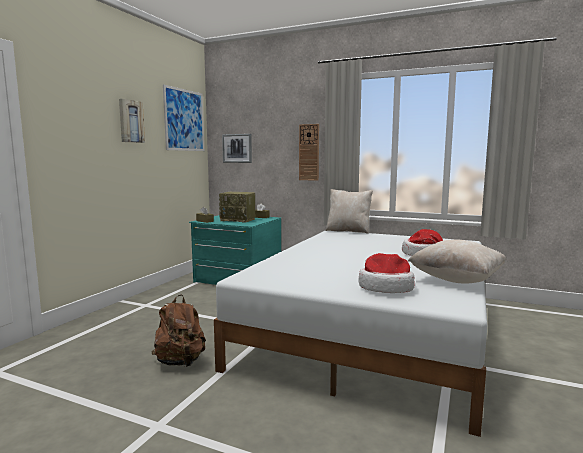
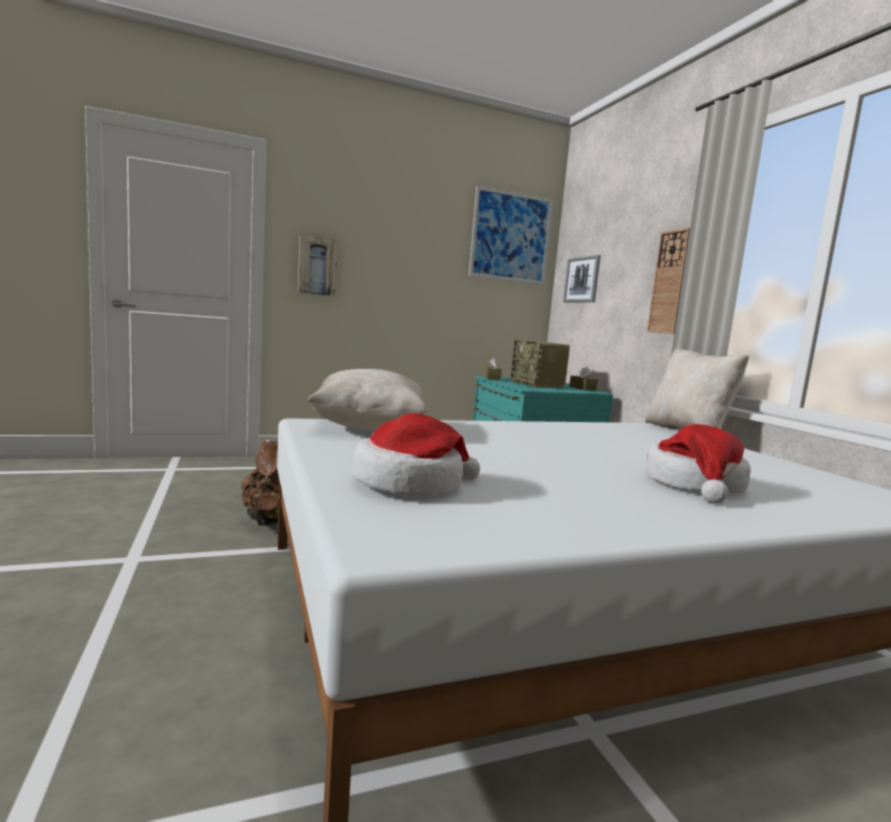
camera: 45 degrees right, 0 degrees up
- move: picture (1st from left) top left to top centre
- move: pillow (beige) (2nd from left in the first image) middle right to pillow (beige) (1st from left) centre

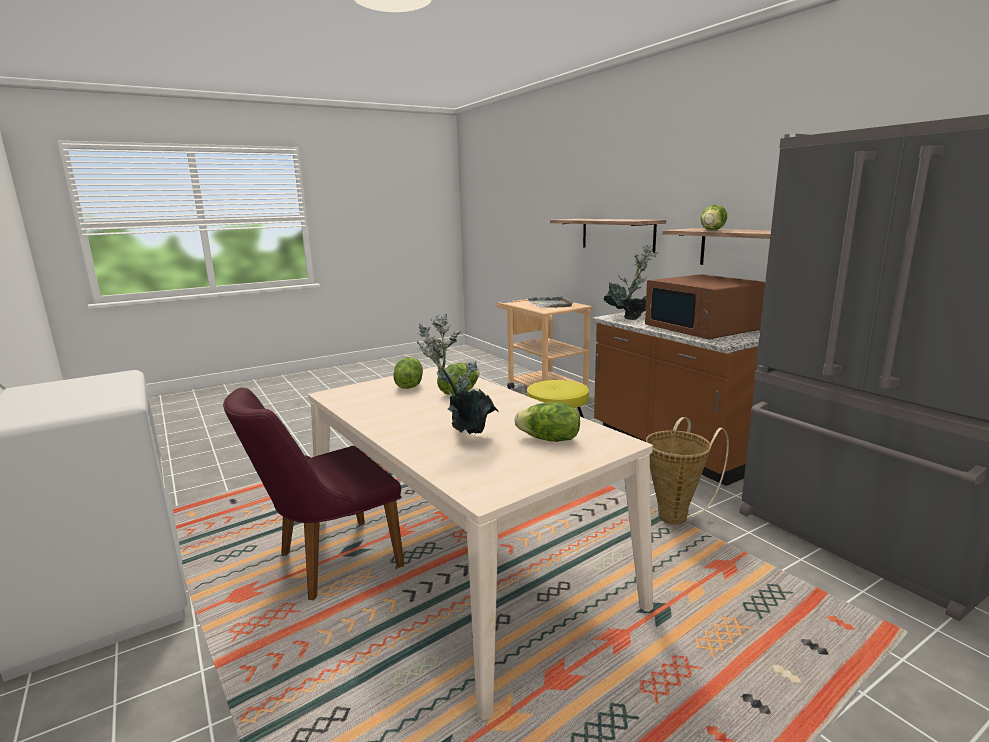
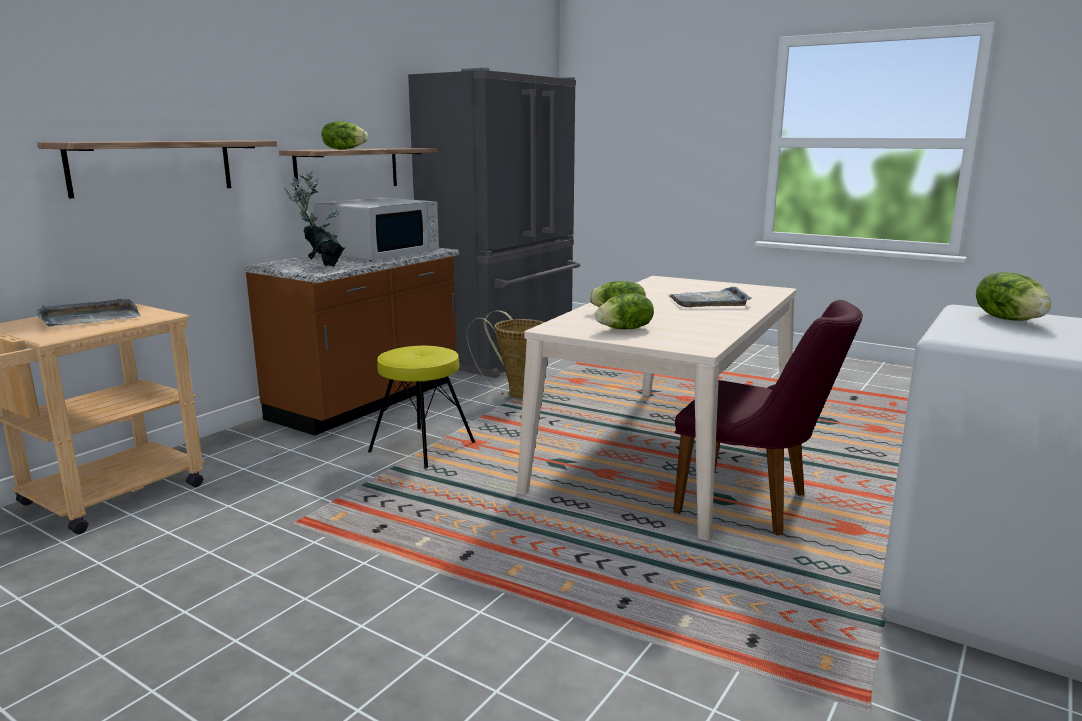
camera: 115 degrees left, 0 degrees up
- recolor: microwave (brown) middle right to microwave (white) top centre
- replace: potted plant (1st from left) centre to tray (grey) (2nd from left) centre
- move: lettuce (3rd from left in the first image) centre to lettuce (4th from left) middle right

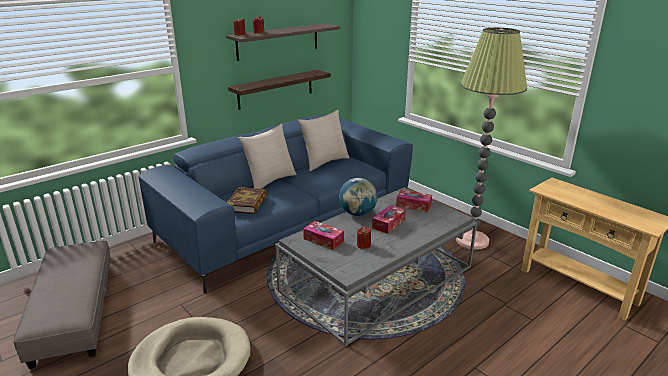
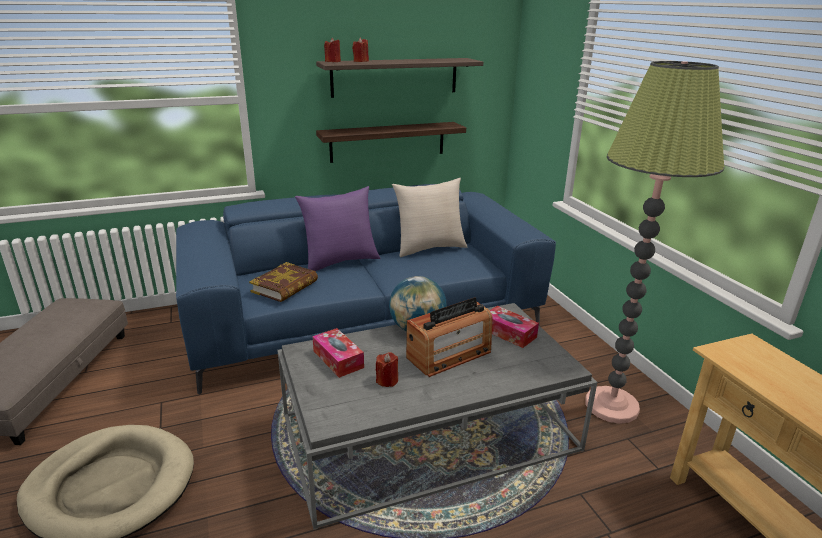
camera: 20 degrees right, 0 degrees up
- recolor: pillow (beige) (1st from left) centre to pillow (purple) centre
- replace: tissue box (2nd from left) centre to radio centre

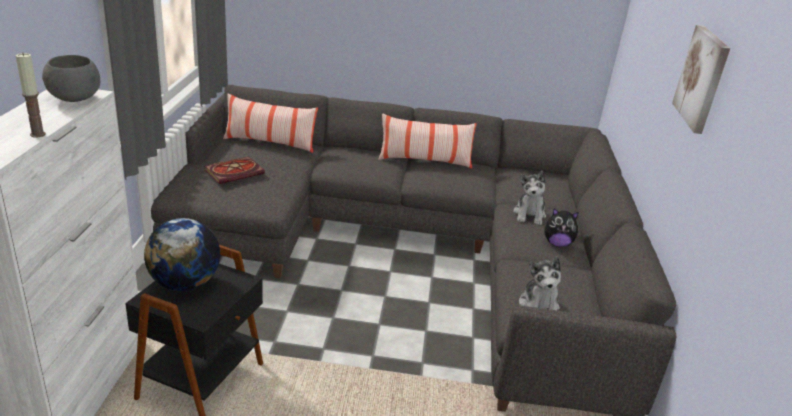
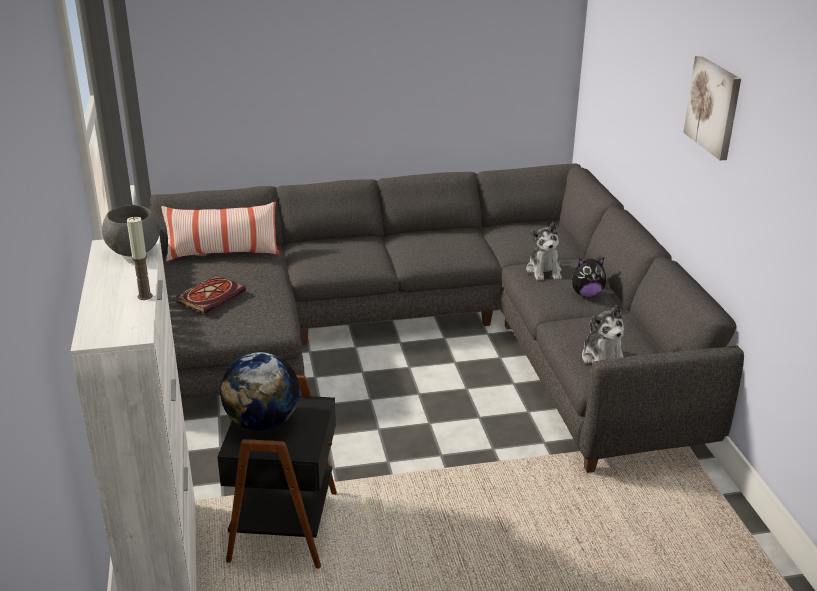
camera: 15 degrees left, 0 degrees up
- delete: pillow (2nd from left) centre

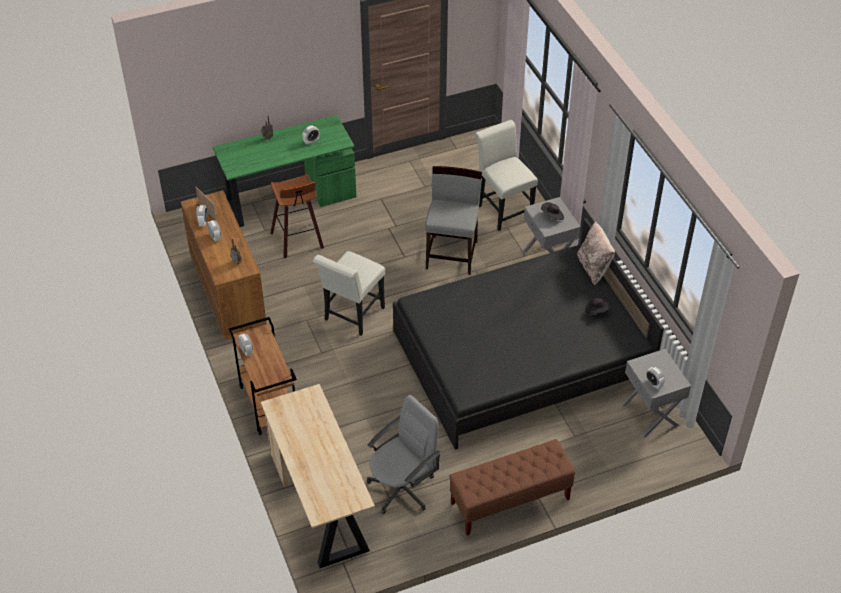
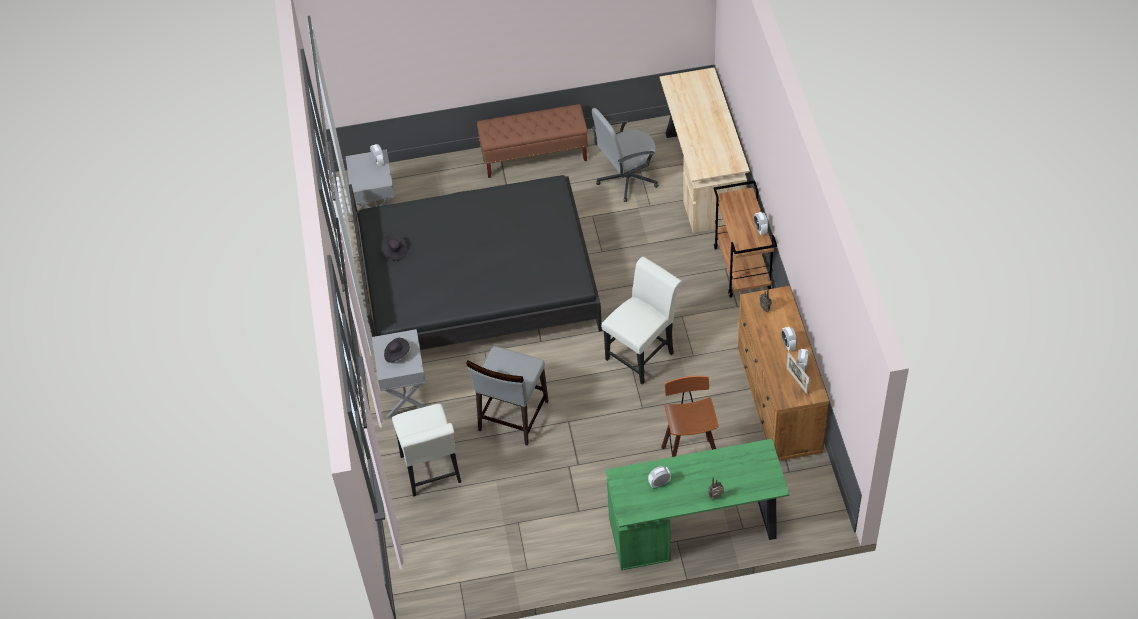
camera: 165 degrees left, 5 degrees up
- delete: pillow (beige) middle right

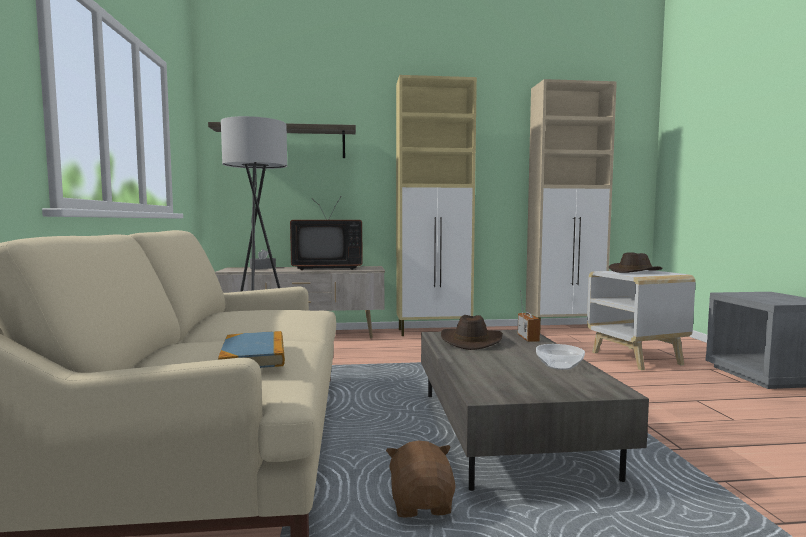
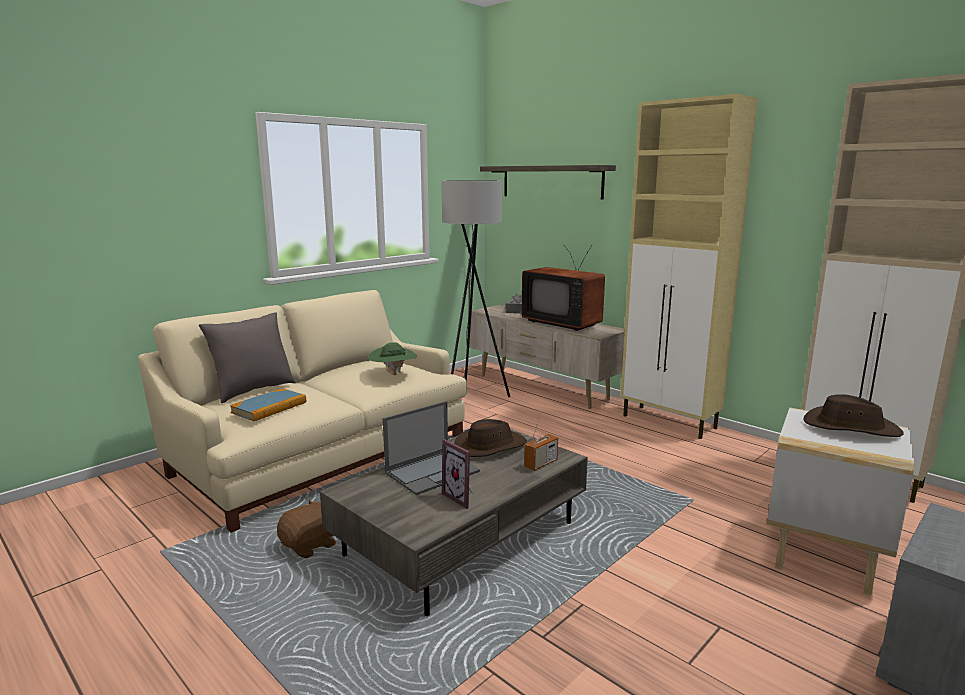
camera: 50 degrees right, 10 degrees up
- insert: pillow (grey) middle left
- insert: hat (green) centre
- insert: laptop centre
- replace: bowl middle right to picture frame bottom centre

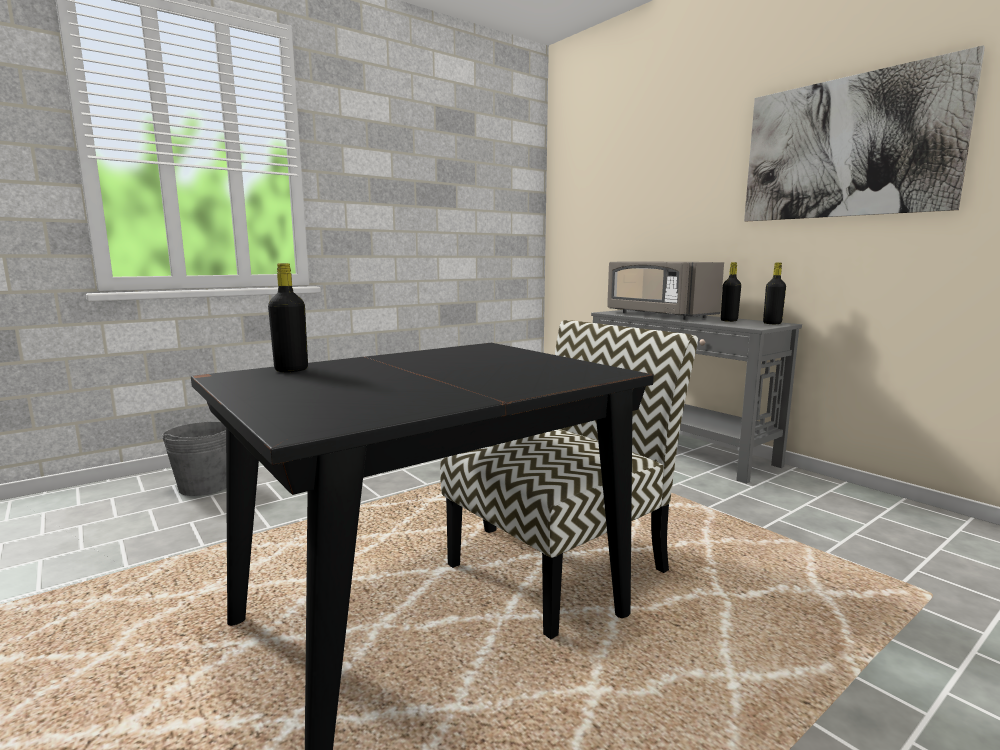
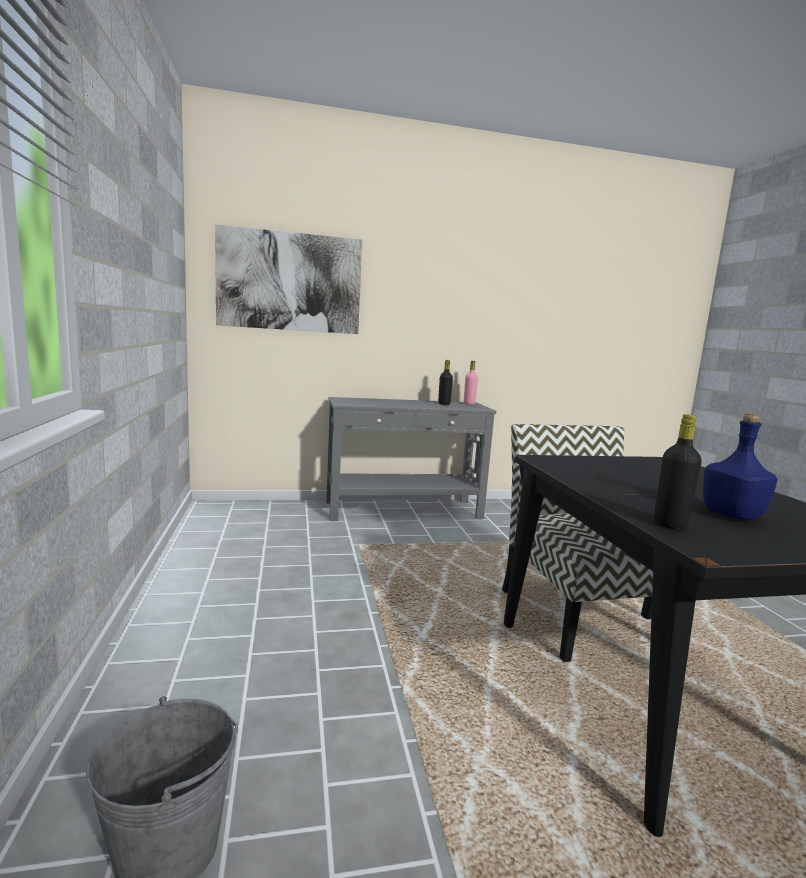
camera: 65 degrees left, 0 degrees up
- move: picture top right to top centre
- recolor: bottle (black) (3rd from left) middle right to bottle (pink) centre
- insert: bottle (blue) middle right
- delete: microwave (grey) centre

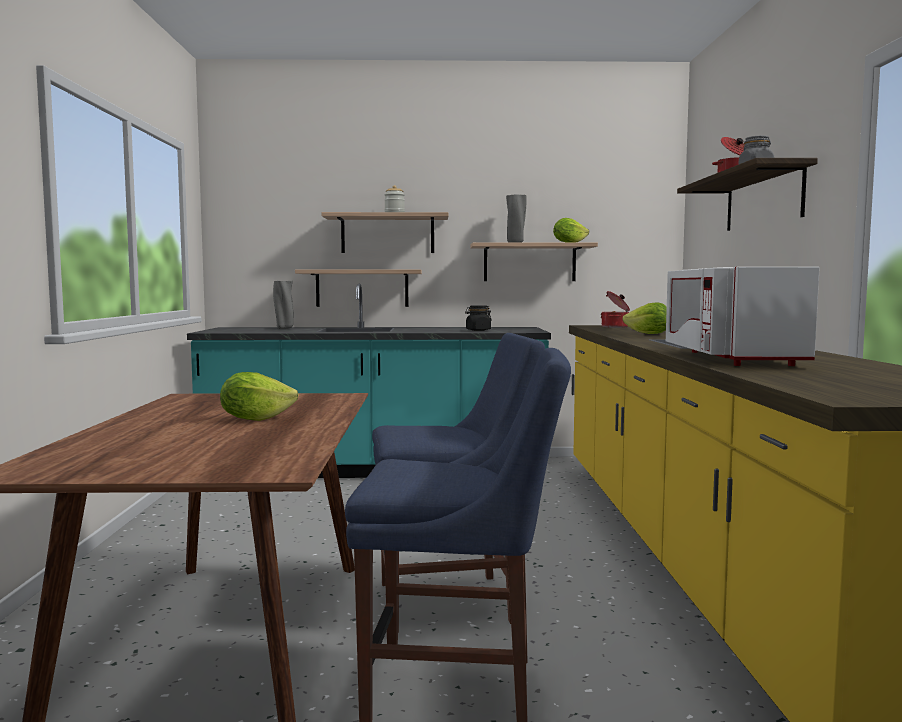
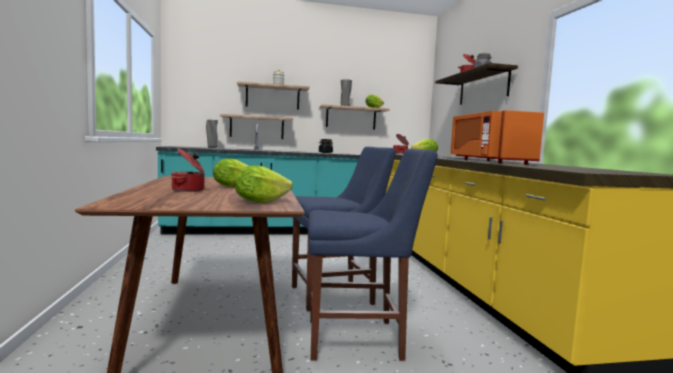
camera: 10 degrees left, 0 degrees up
- insert: cooking pot (1st from left) middle left
- insert: lettuce (2nd from left) centre
- recolor: microwave (white) middle right to microwave (orange) middle right

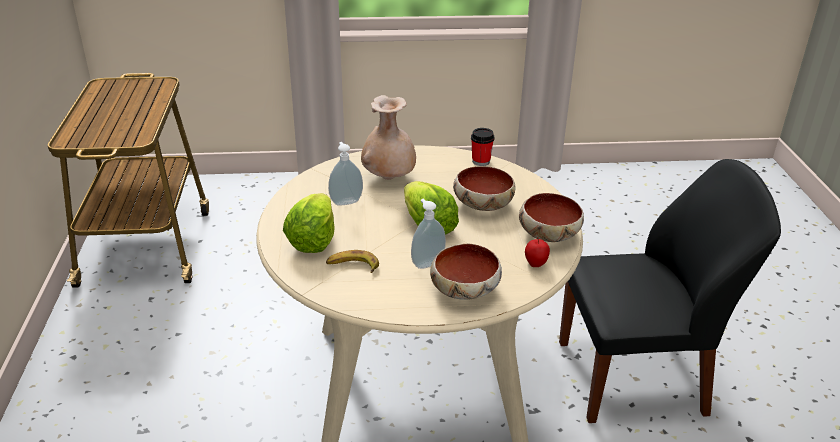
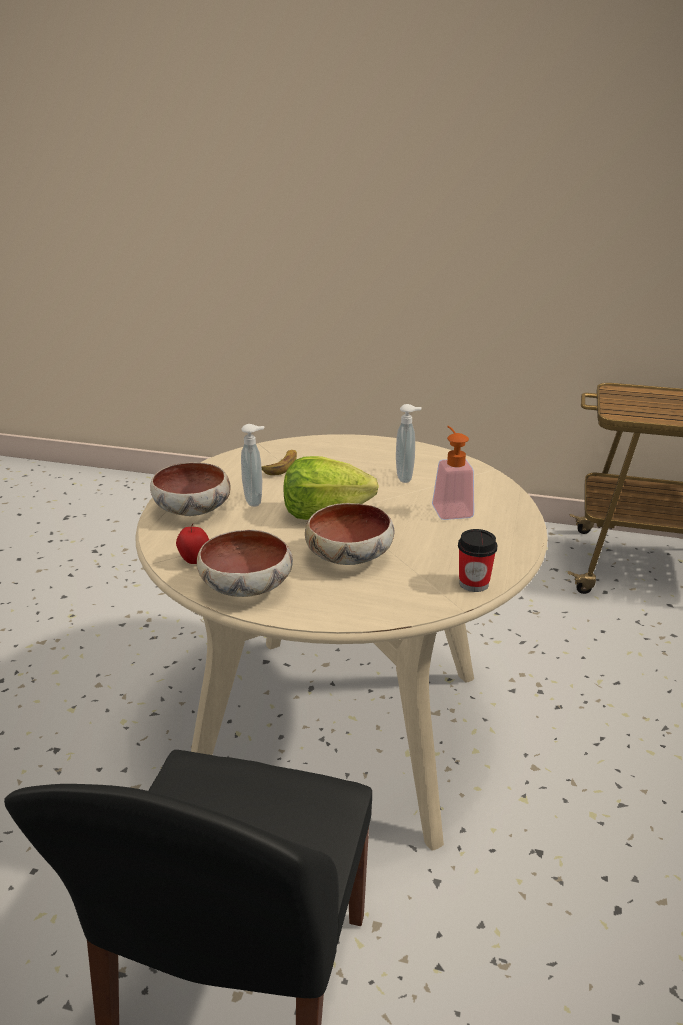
camera: 110 degrees right, 5 degrees down
- replace: vase (beige) top centre to soap dispenser (3rd from left) centre
- delete: lettuce (1st from left) centre

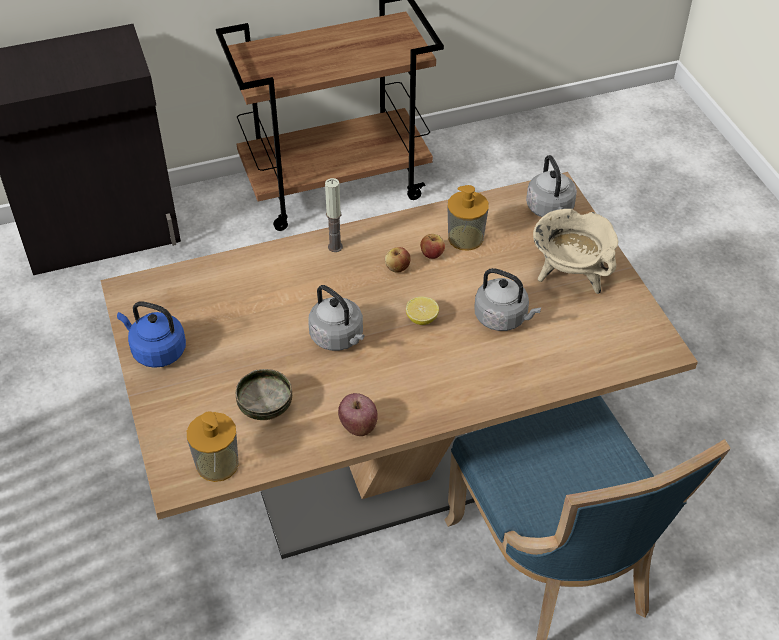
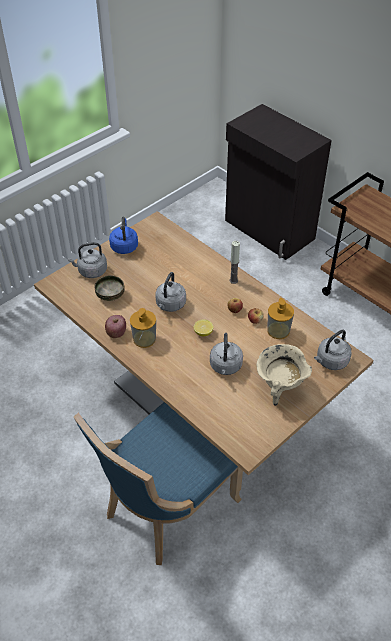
camera: 65 degrees right, 0 degrees up
- insert: kettle (grey) (1st from left) middle left
- move: soap dispenser (1st from left) bottom left to centre

